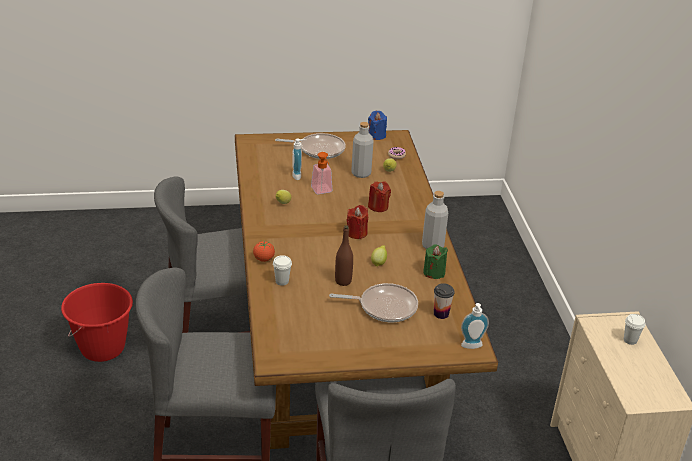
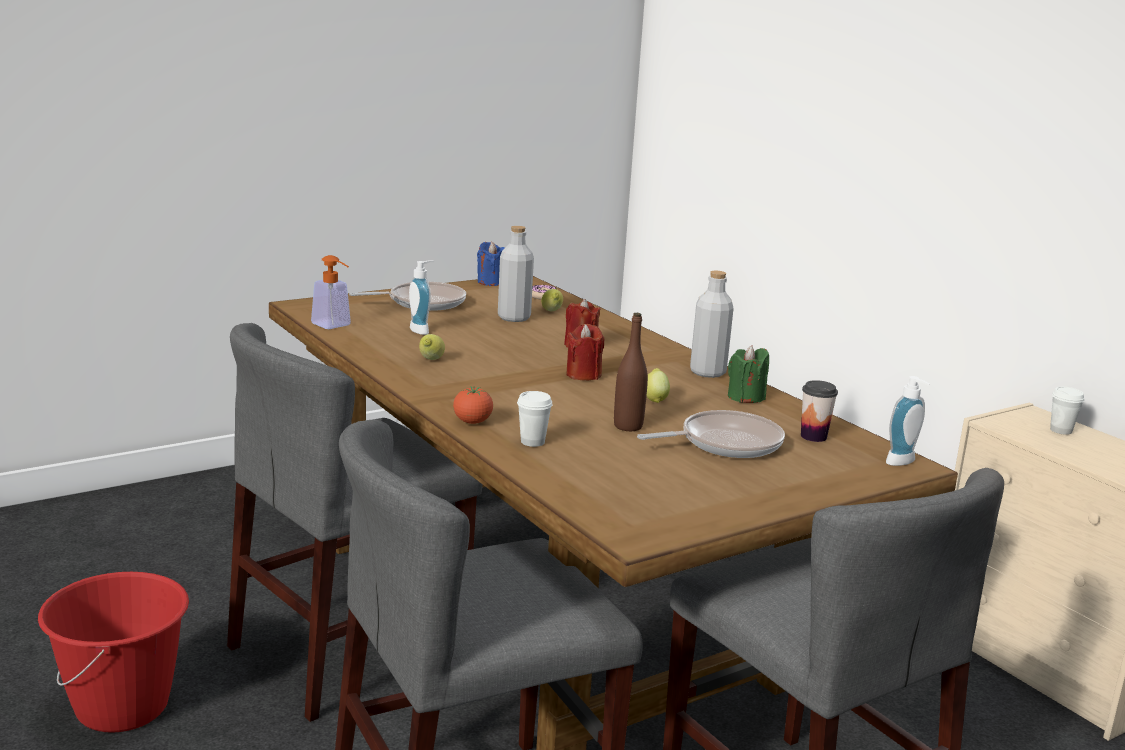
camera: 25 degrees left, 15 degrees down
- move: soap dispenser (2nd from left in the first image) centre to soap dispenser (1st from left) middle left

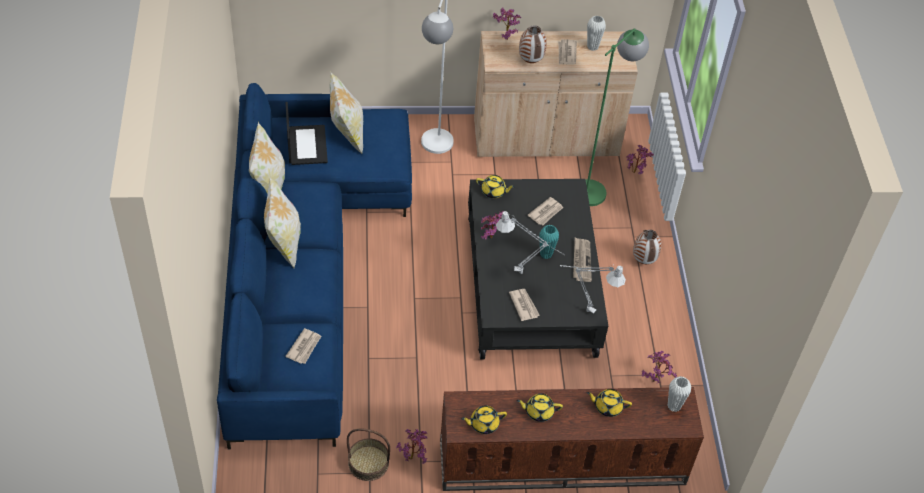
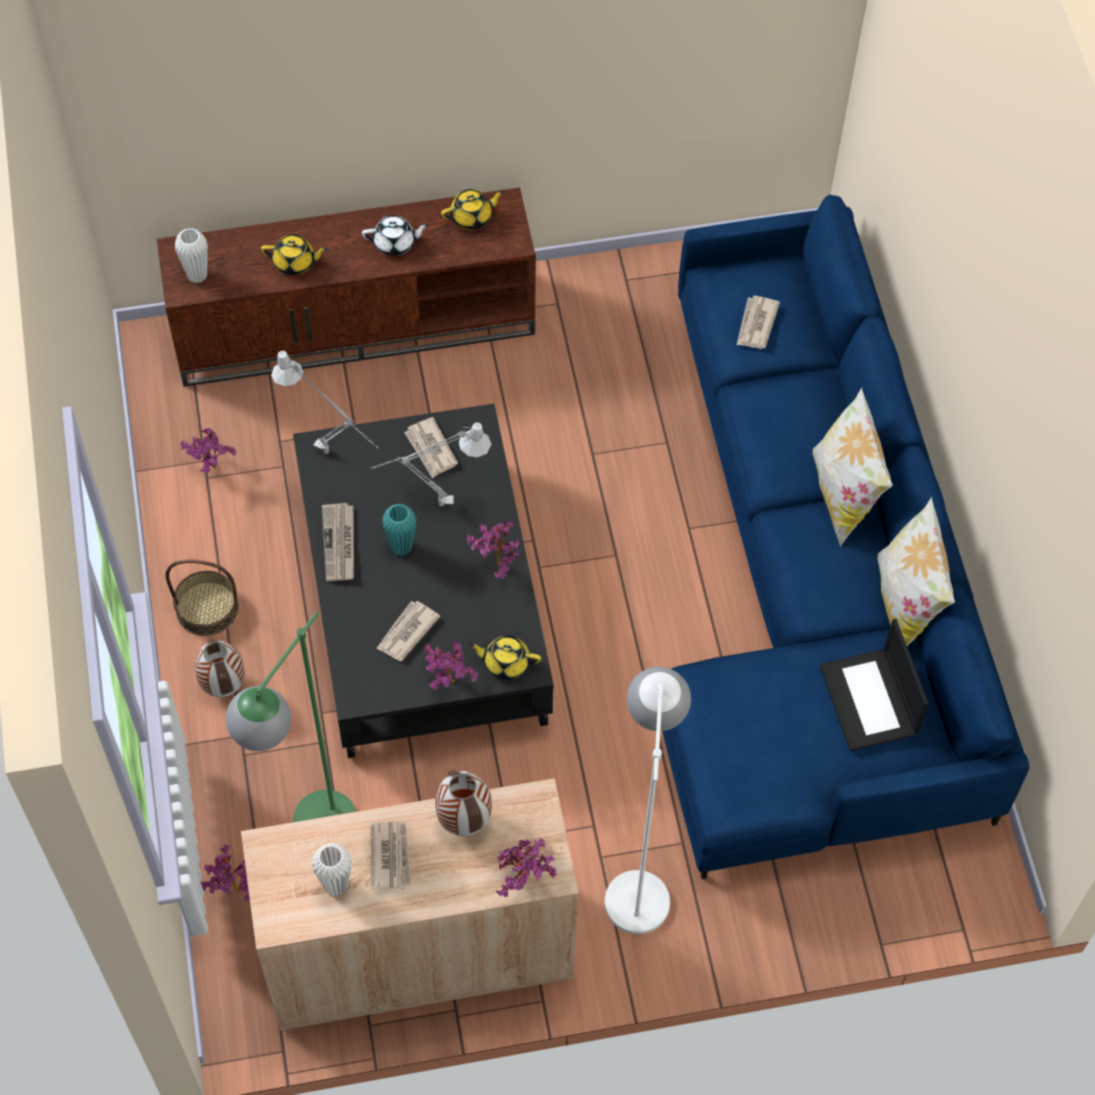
camera: 175 degrees right, 10 degrees up
- move: basket bottom centre to middle left
- recolor: teapot (yellow) (3rd from left) bottom centre to teapot (white) top centre
- move: potted plant (1st from left in the first image) bottom centre to potted plant (3rd from left) centre
- delete: pillow (3rd from left) top centre

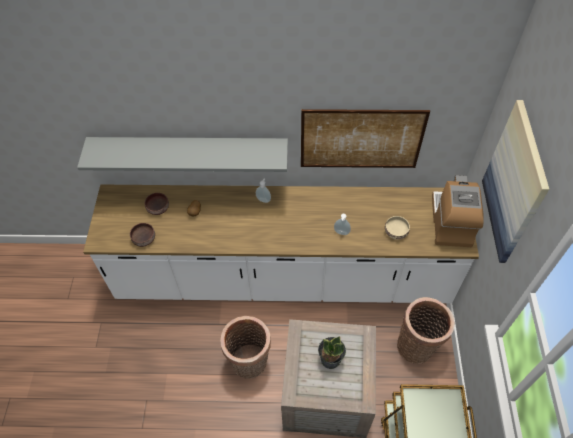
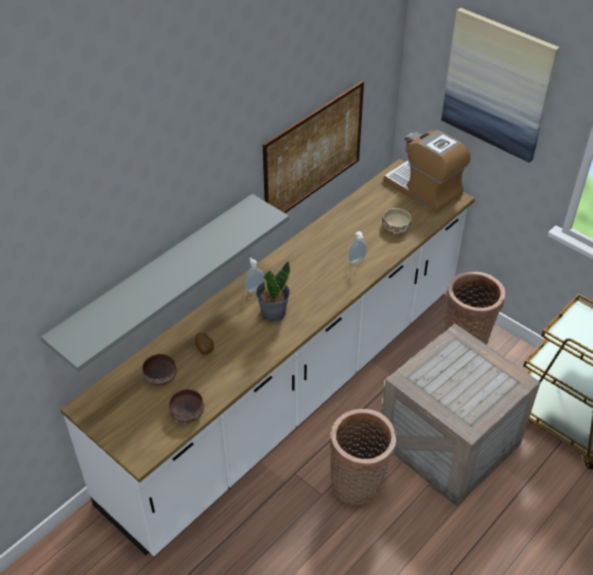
camera: 50 degrees left, 10 degrees down
- move: potted plant bottom centre to centre

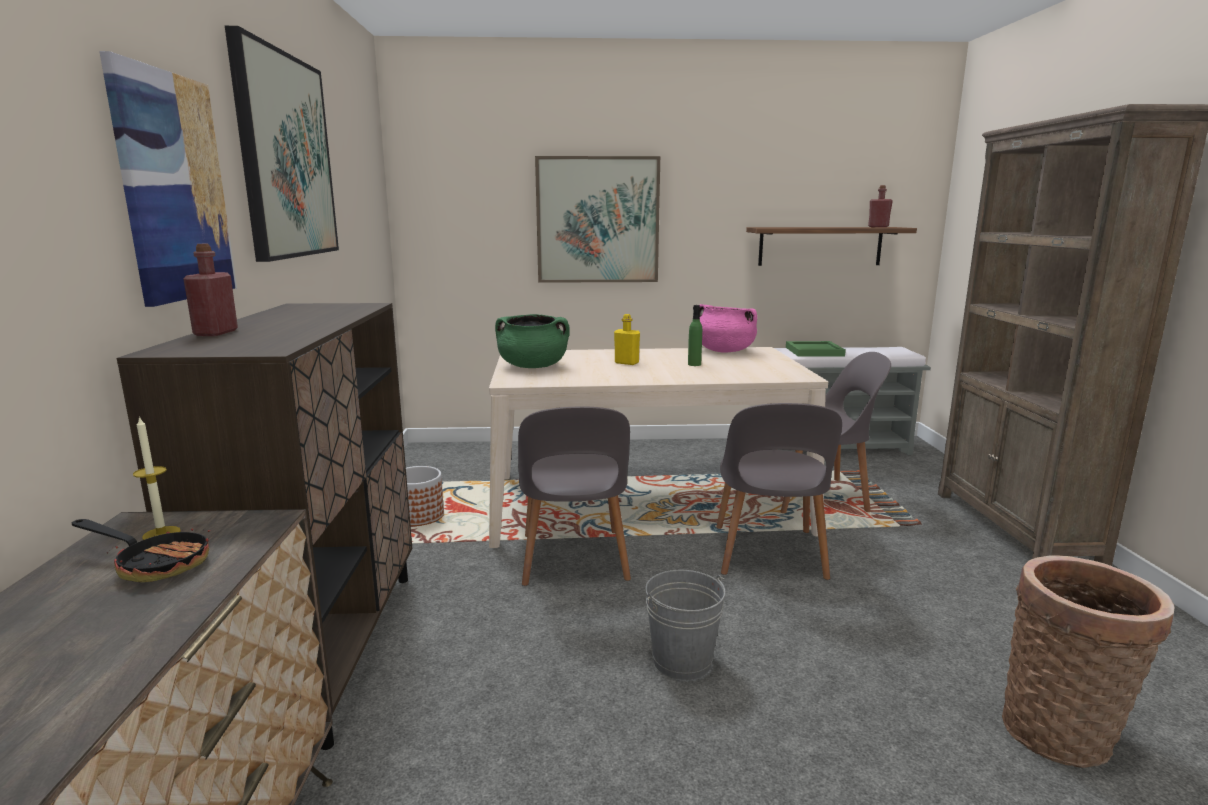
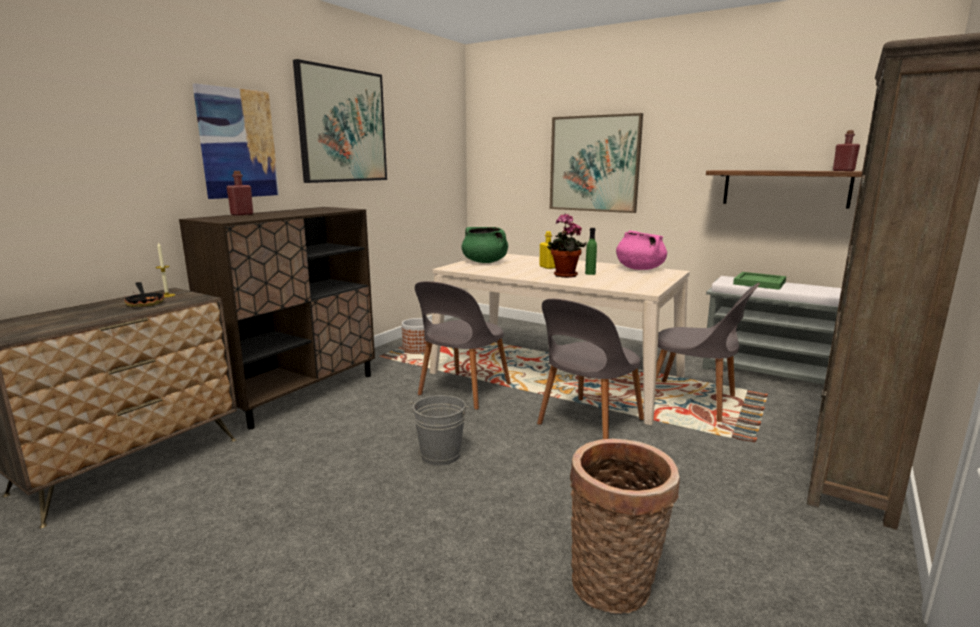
camera: 35 degrees right, 0 degrees up
- insert: potted plant centre

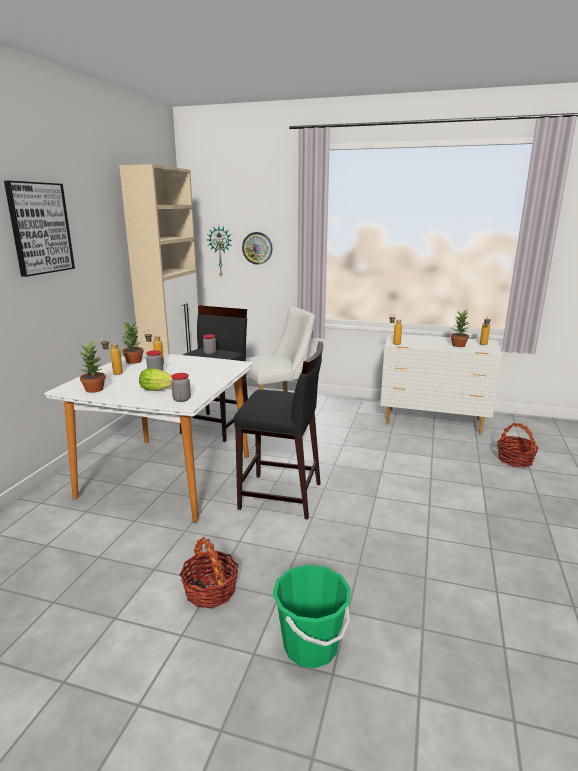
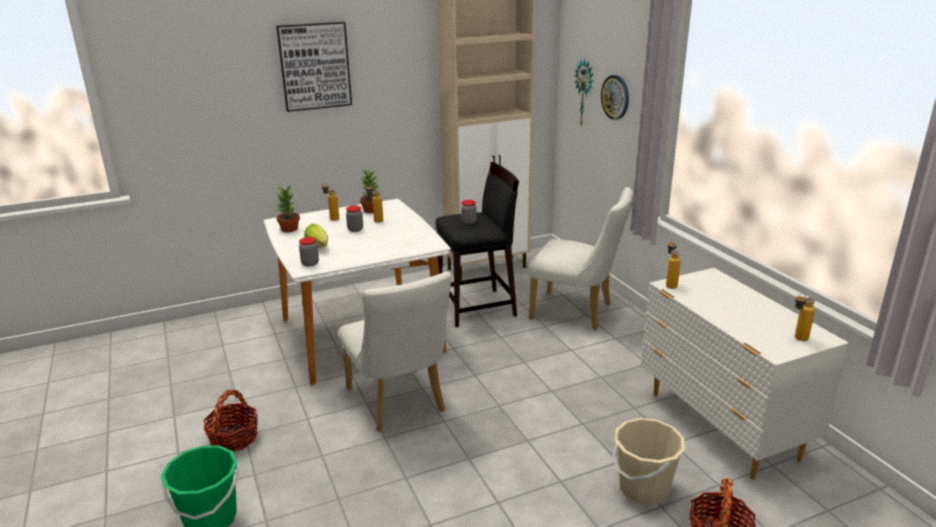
camera: 50 degrees right, 5 degrees up
- replace: stool (black) (2nd from left) centre to chair (white) (1st from left) bottom centre
- insert: bucket (beige) bottom right
- delete: potted plant (3rd from left) middle right

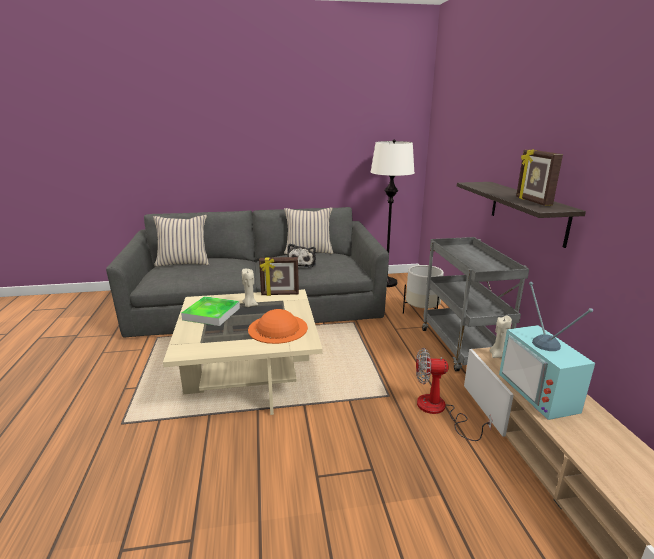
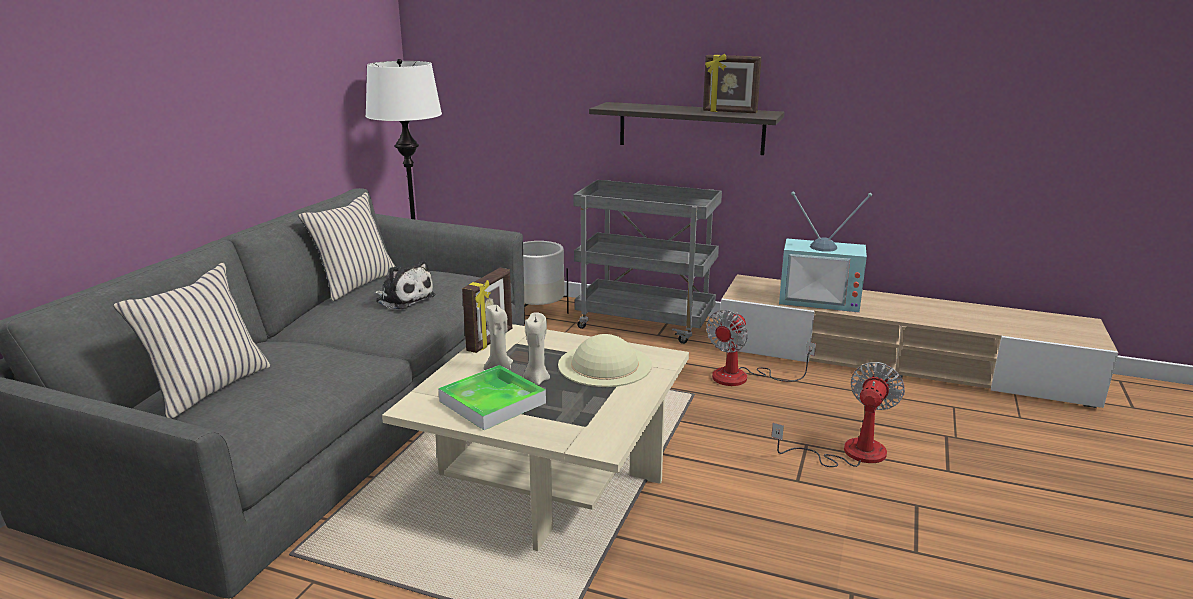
camera: 60 degrees left, 0 degrees up
- move: candle (beige) (2nd from left) middle right to centre
- recolor: hat (orange) centre to hat (beige) centre
- insert: fan (2nd from left) bottom right

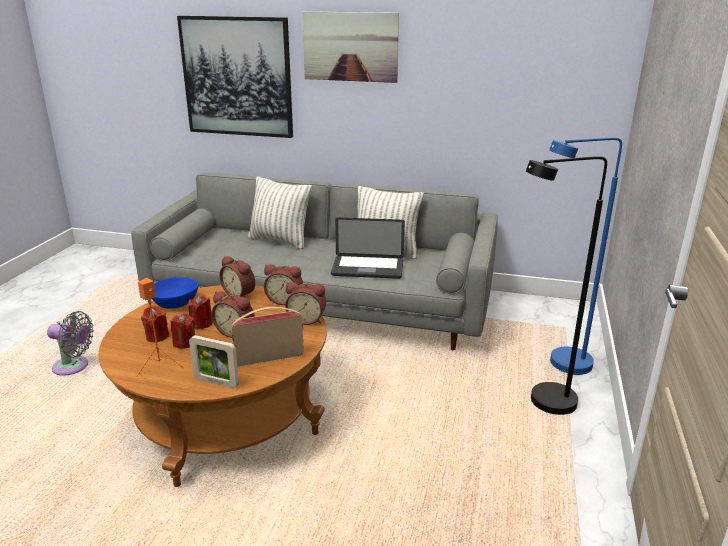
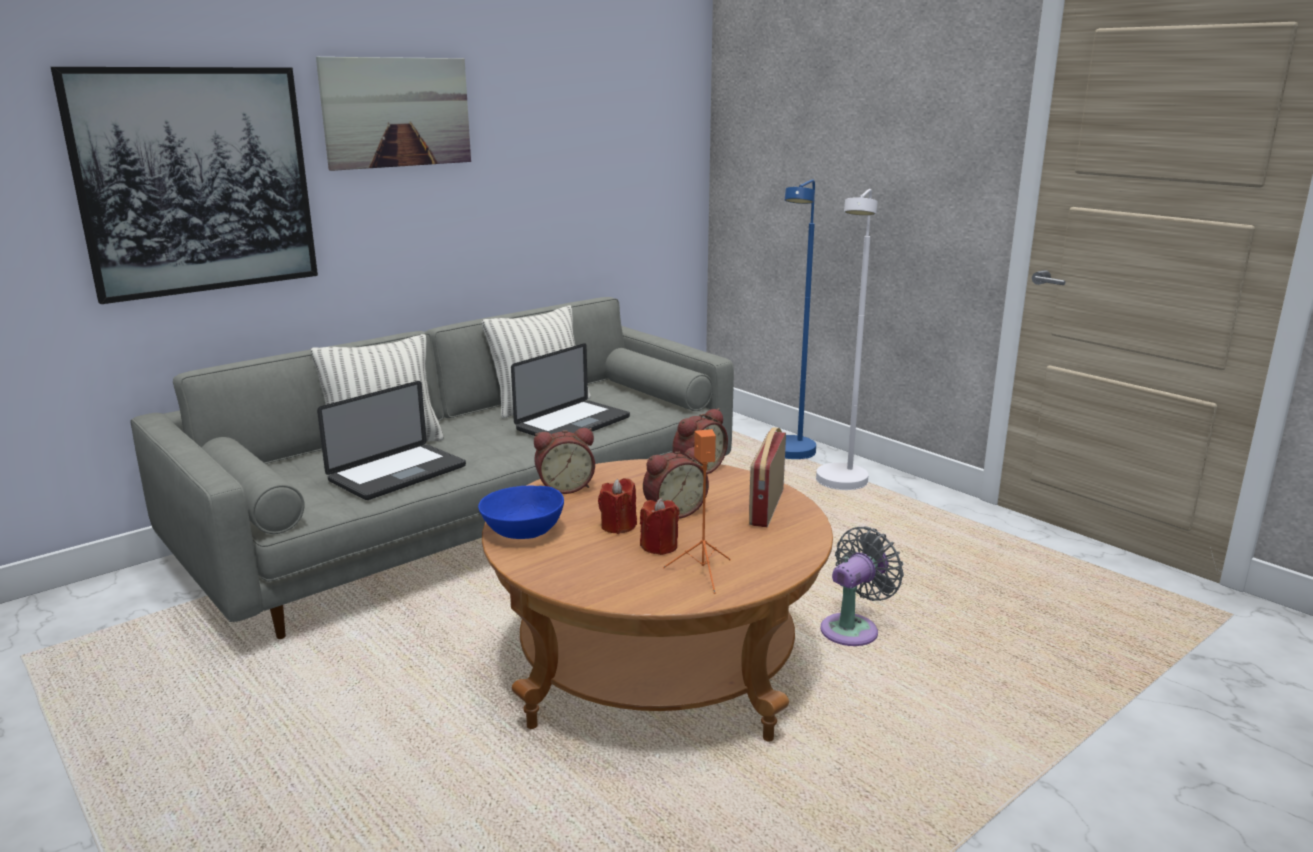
camera: 55 degrees left, 5 degrees down
- insert: laptop (1st from left) middle left
- recolor: floor lamp (black) middle right to floor lamp (white) centre
- move: fan (grey) middle left to bottom centre
- delete: candle (red) (1st from left) middle left
- delete: picture frame middle left
- delete: alarm clock (3rd from left) centre

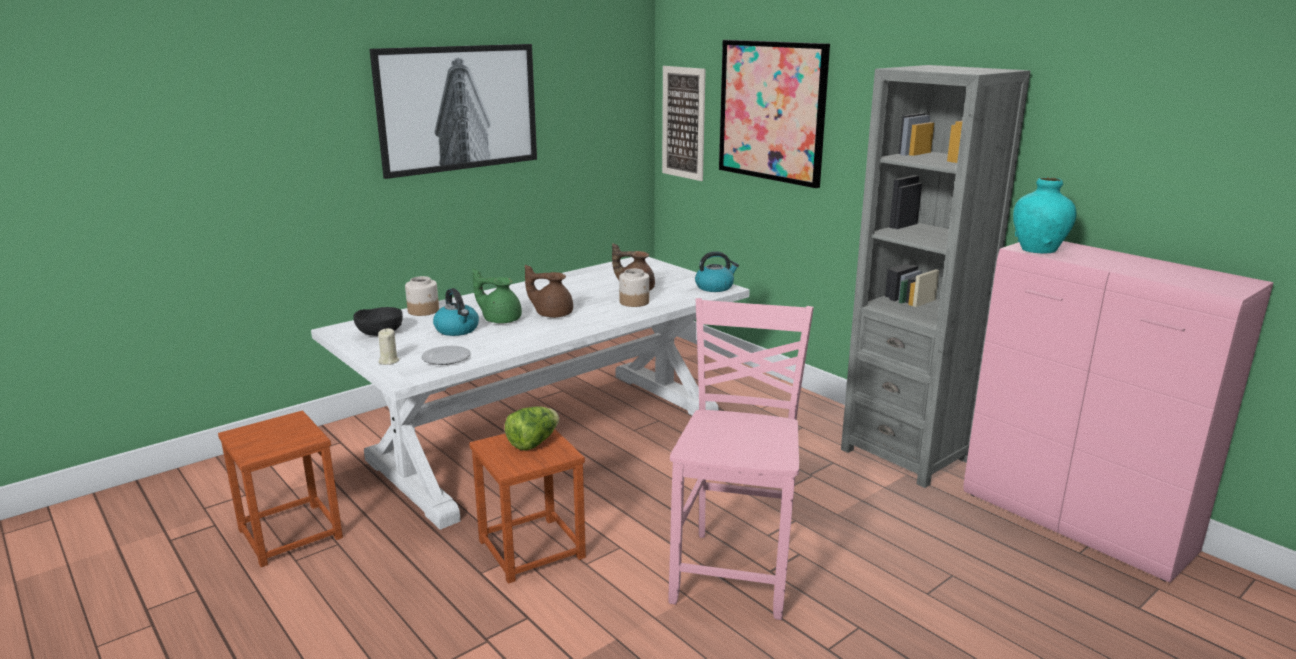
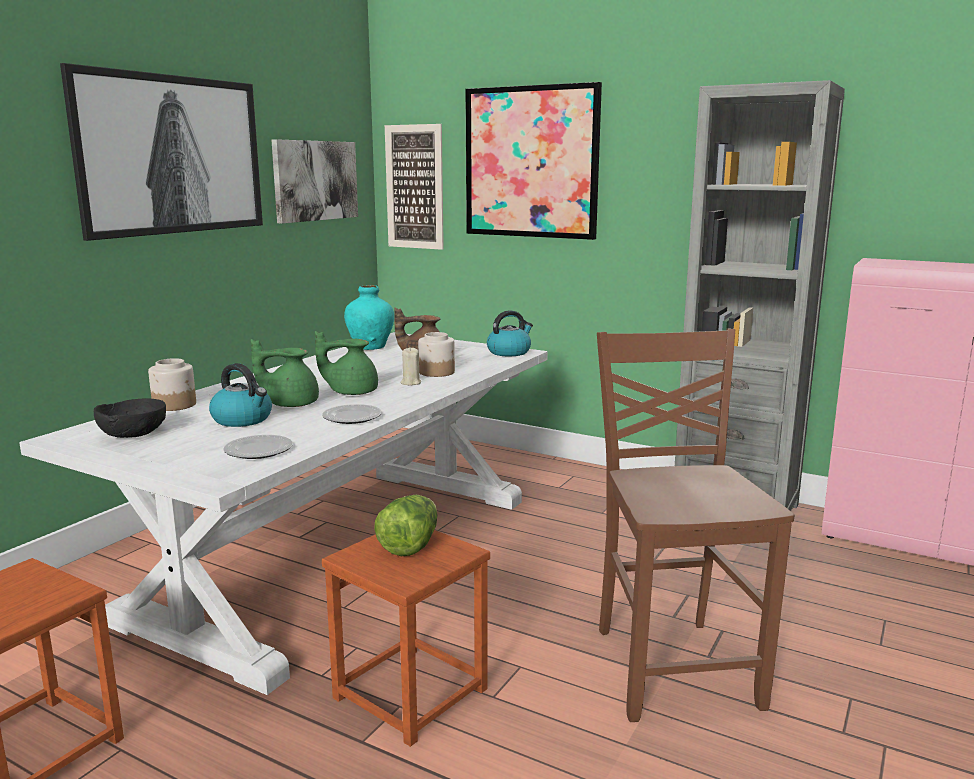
camera: 20 degrees left, 5 degrees down
- insert: picture (2nd from left) top left
- recolor: teapot (brown) (1st from left) centre to teapot (green) (2nd from left) centre
- insert: plate (2nd from left) centre
- move: vase (turquoise) top right to centre
- move: candle (beige) middle left to centre
- recolor: chair (pink) bottom centre to chair (brown) bottom right

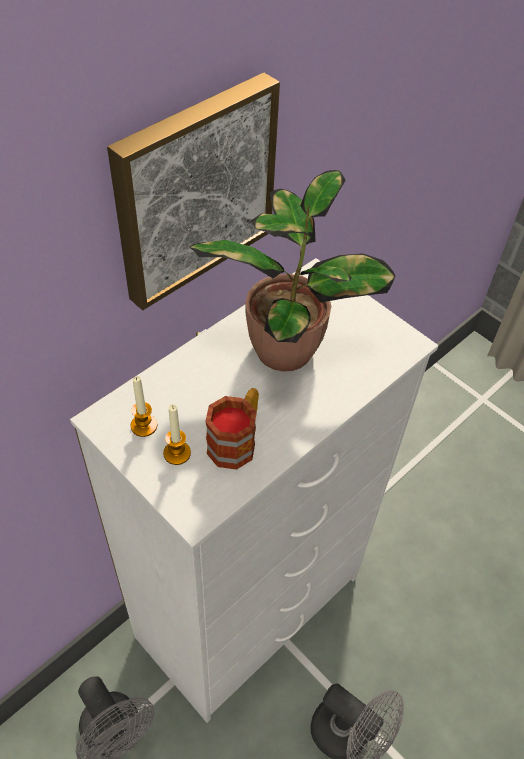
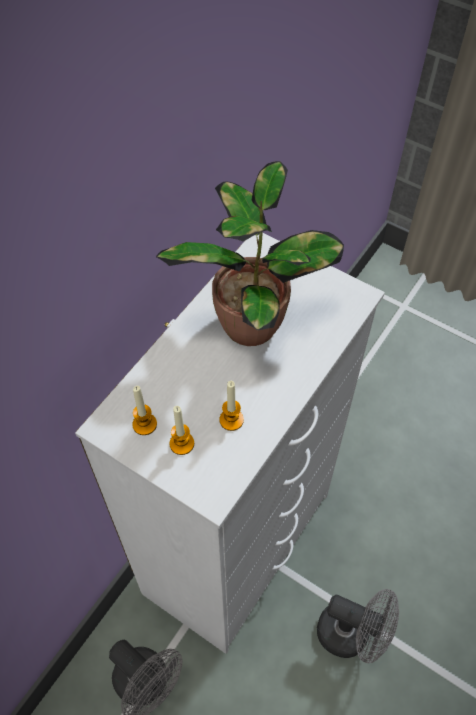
camera: 10 degrees left, 5 degrees up
- replace: mug centre to candle (3rd from left) centre
- delete: picture top centre

